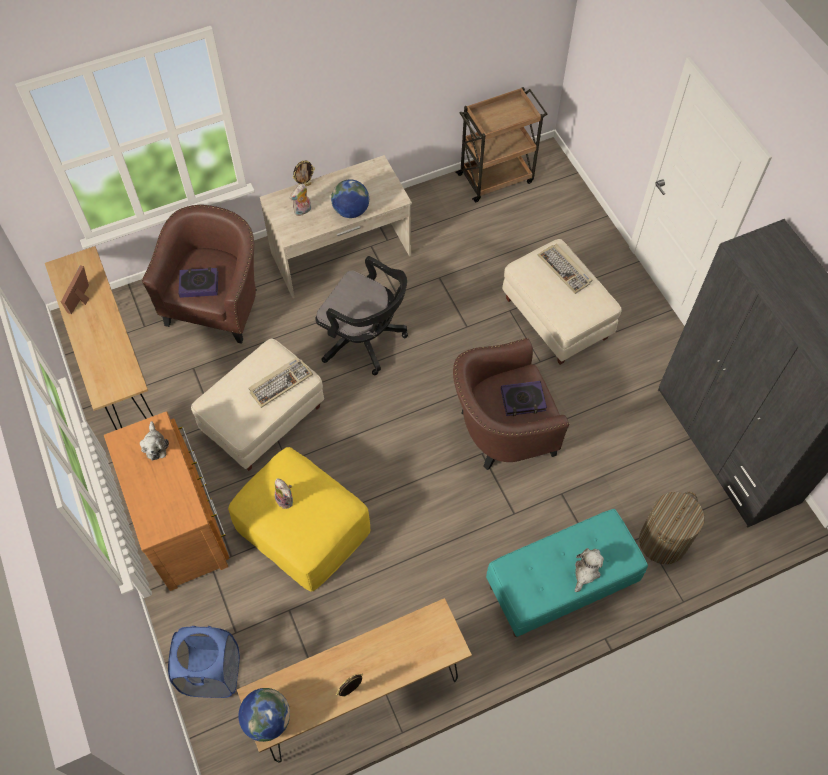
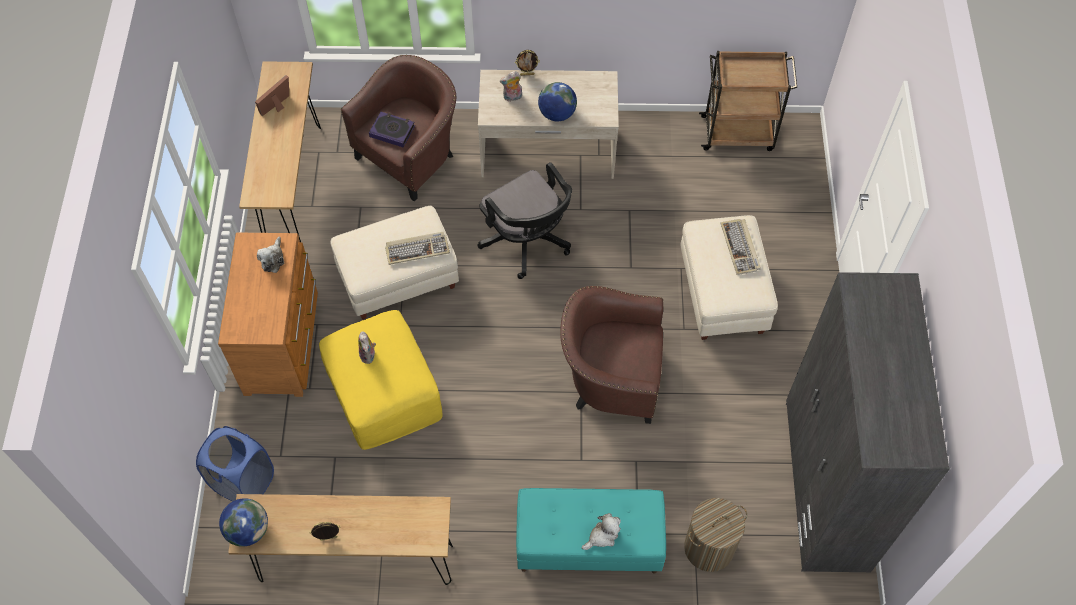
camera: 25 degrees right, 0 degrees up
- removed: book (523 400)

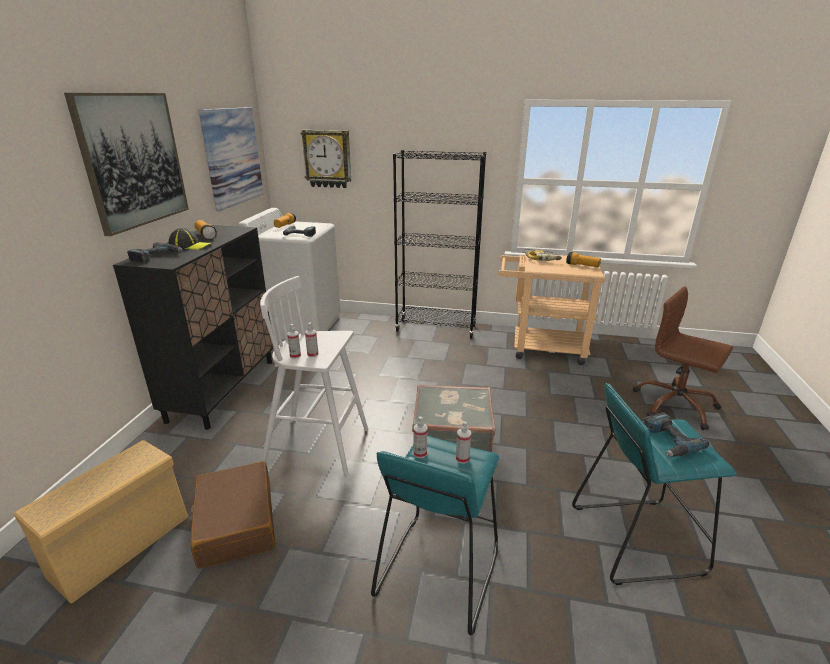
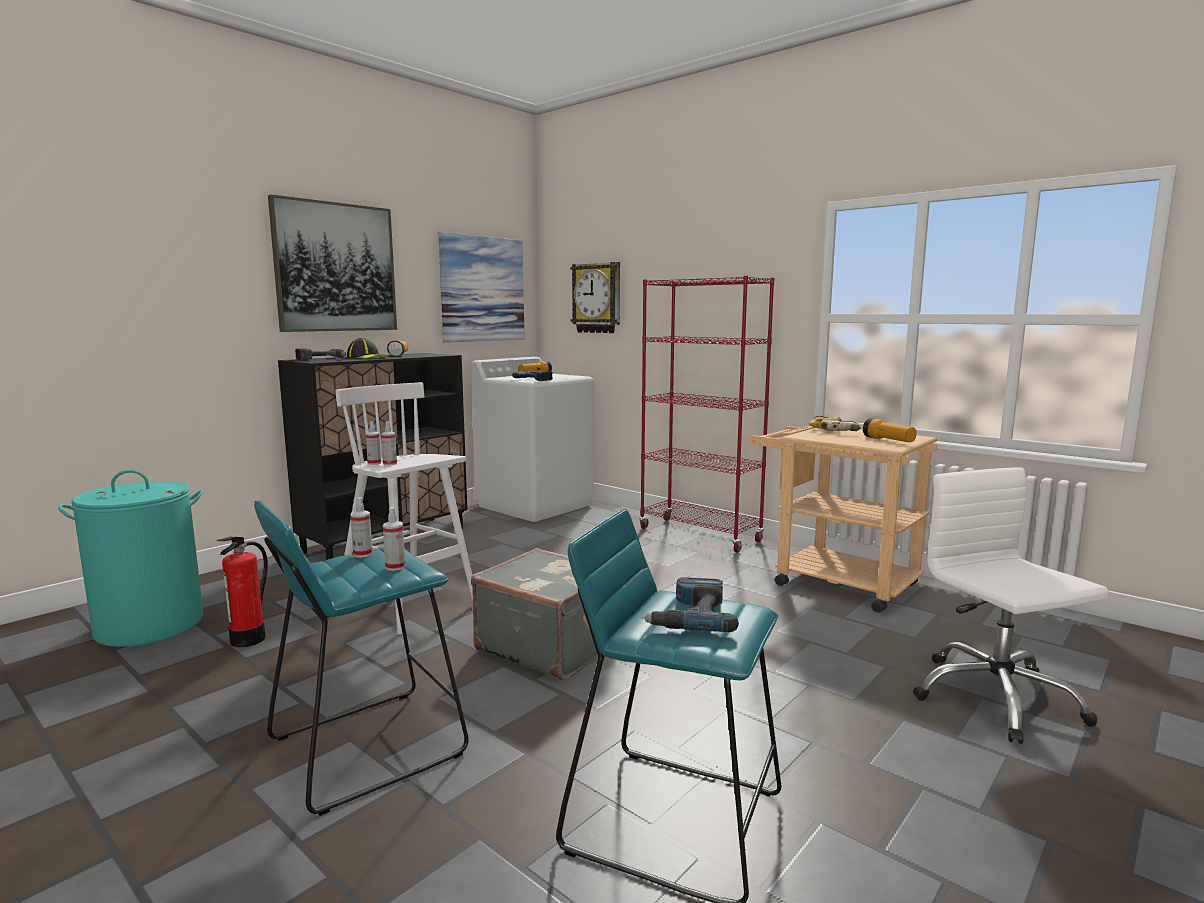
camera: 30 degrees right, 15 degrees down
- recoloured: bookcase in black (436 328) to bookcase in red (700 535)
- recoloured: office chair in brown (674 405) to office chair in white (995 698)
- replaced: storage box in beige (123 544) to laundry basket in turquoise (150 625)
- replaced: suitcase in brown (236 523) to fire extinguisher (248 639)

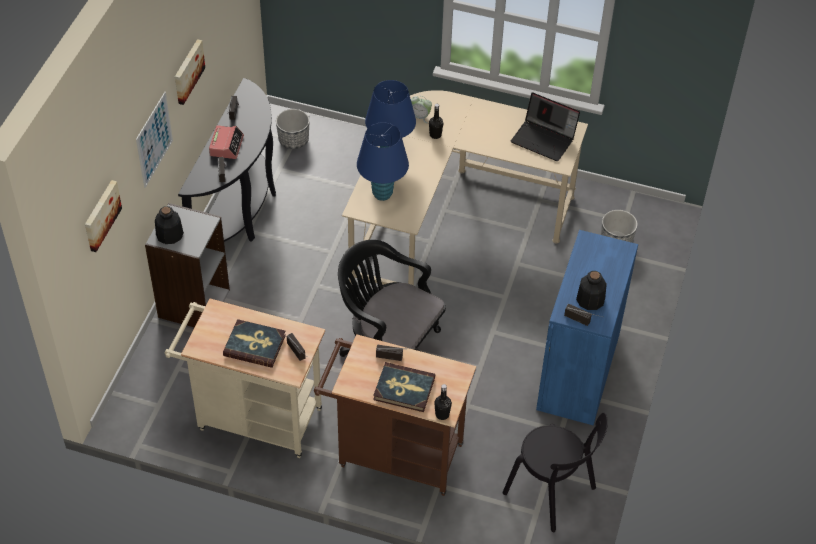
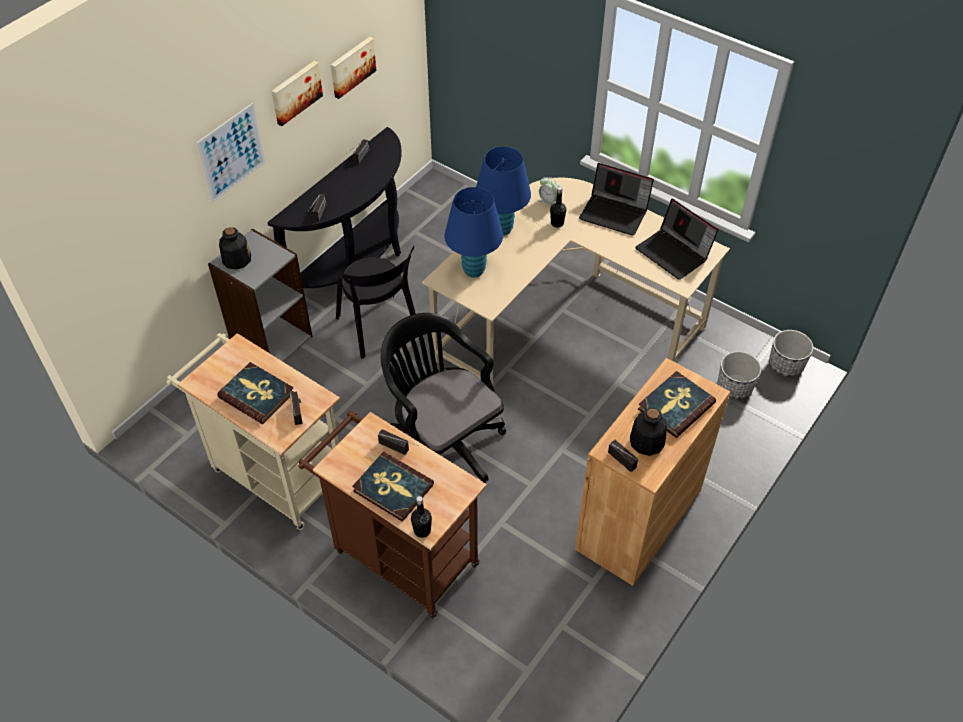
camera: 20 degrees right, 0 degrees up
- moved: planter (293 140) to (785 365)
- removed: alarm clock (226 145)
- moved: picture (101 215) to (351 66)
- recoloured: cabinet in blue (578 372) to cabinet in brown (639 519)
- moved: chair in black (552 493) to (379 328)
- added: laptop (615 213)
- added: book (675 406)

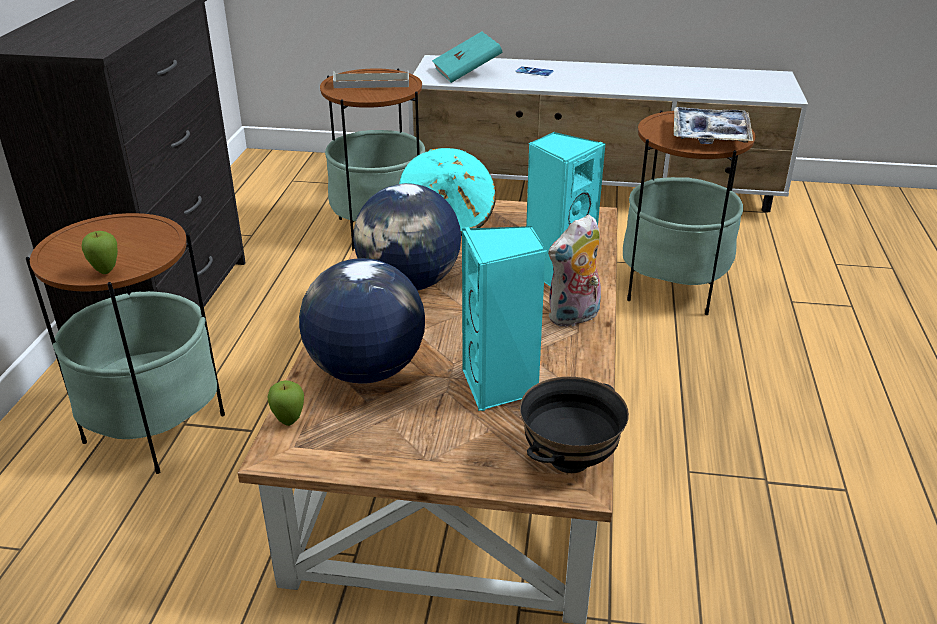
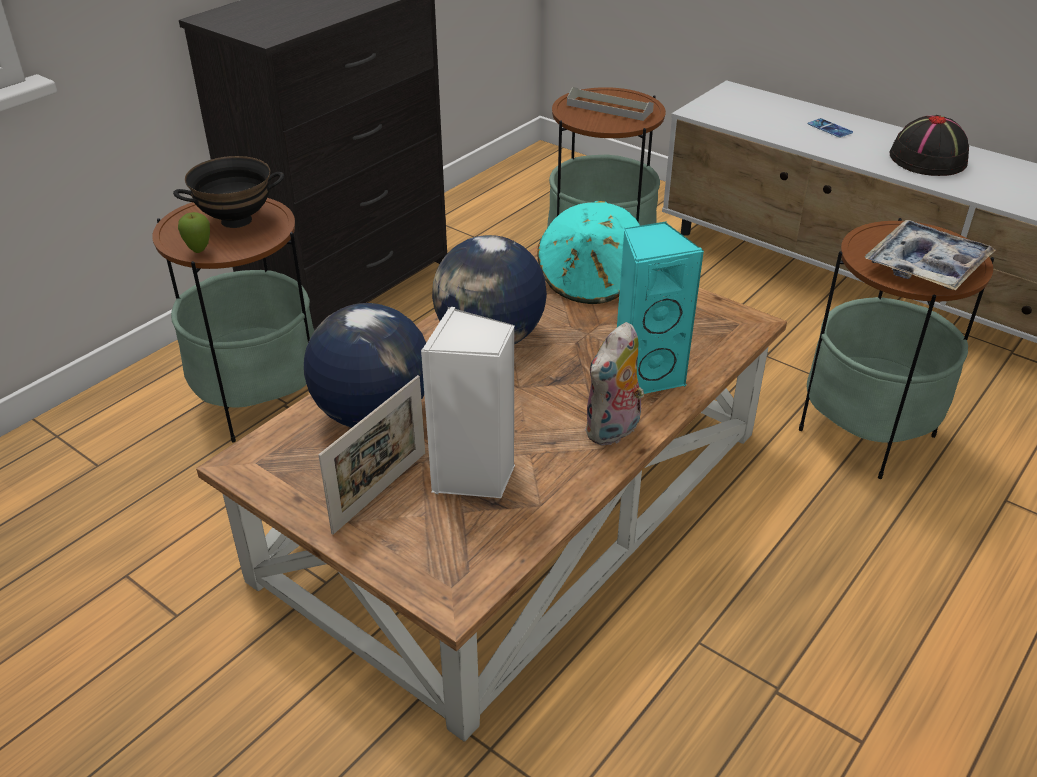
camera: 30 degrees right, 5 degrees up
- removed: book in turquoise (467 73)
- turned: plush toy (574 317) = (614 431) 45 degrees counterclockwise
- recoloured: speaker in turquoise (500 386) to speaker in white (474 476)
- moved: bowl in black (570 460) to (236 221)
- removed: apple (289 421)
- added: hat in black (928 159)
- added: picture frame (380 491)

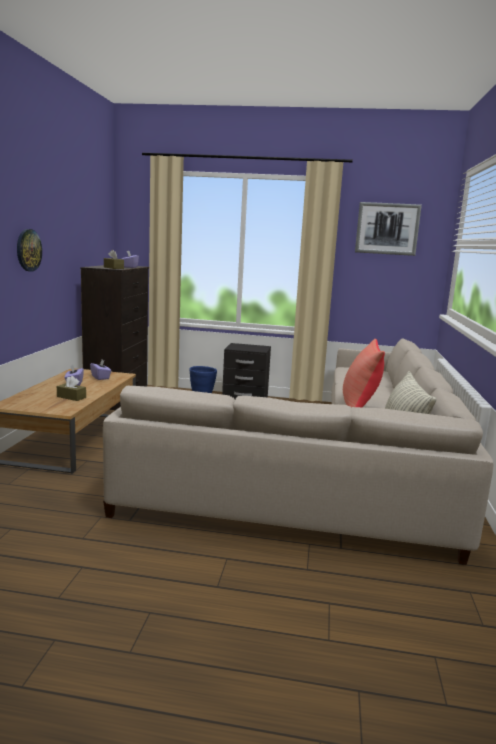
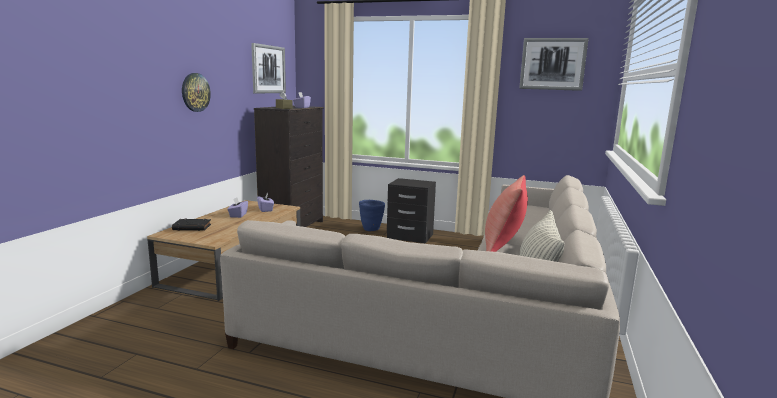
camera: 10 degrees right, 0 degrees up
- removed: tissue box in brown (71 397)
- added: picture (268 69)
- added: book in black (192 227)

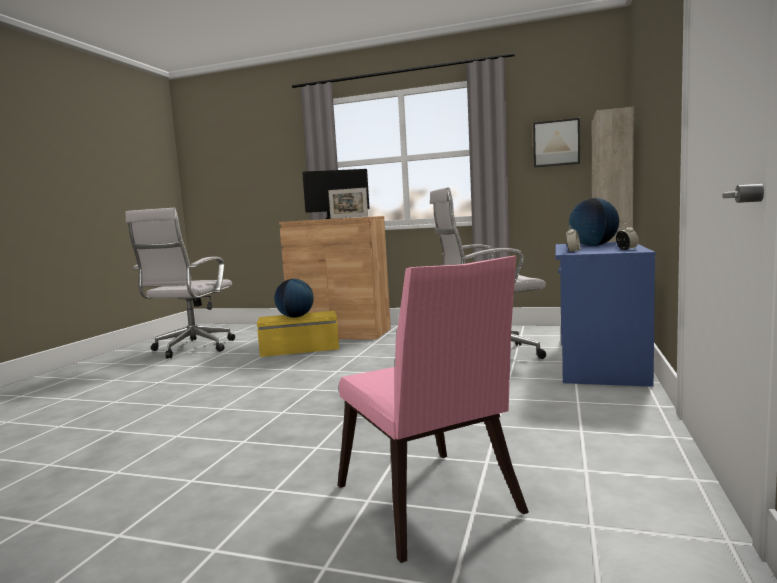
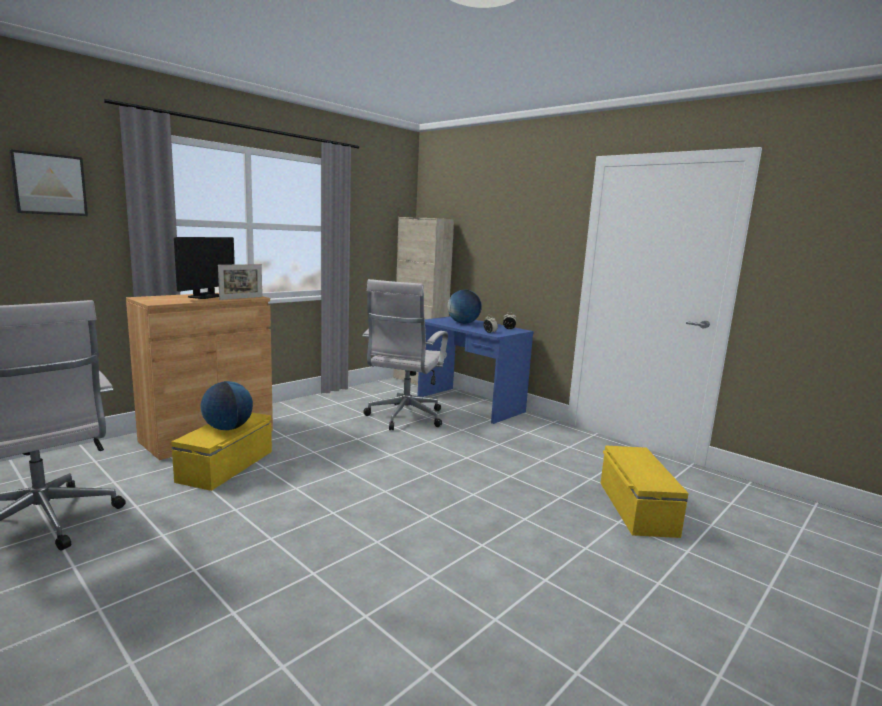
camera: 65 degrees left, 5 degrees up
- moved: picture (556 143) to (49 184)
- replaced: chair in pink (430 506) to storage box in yellow (635 508)

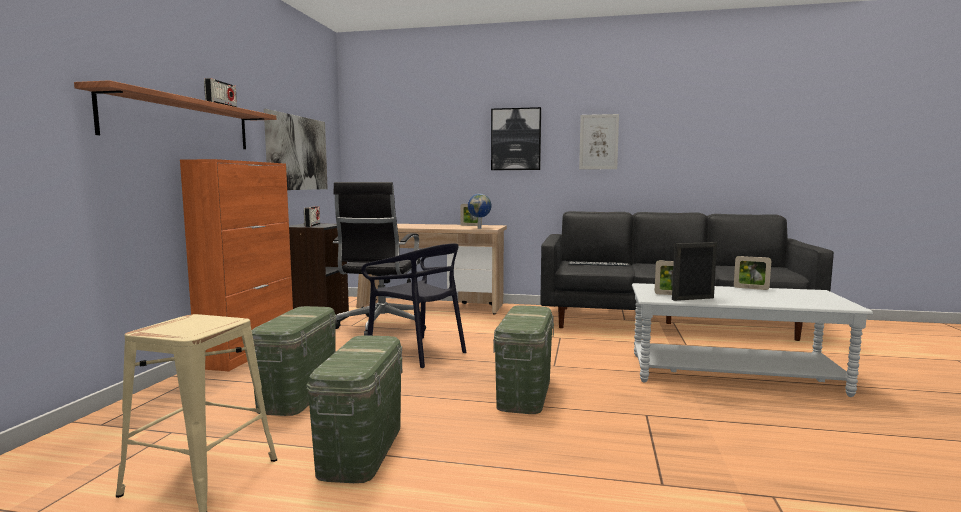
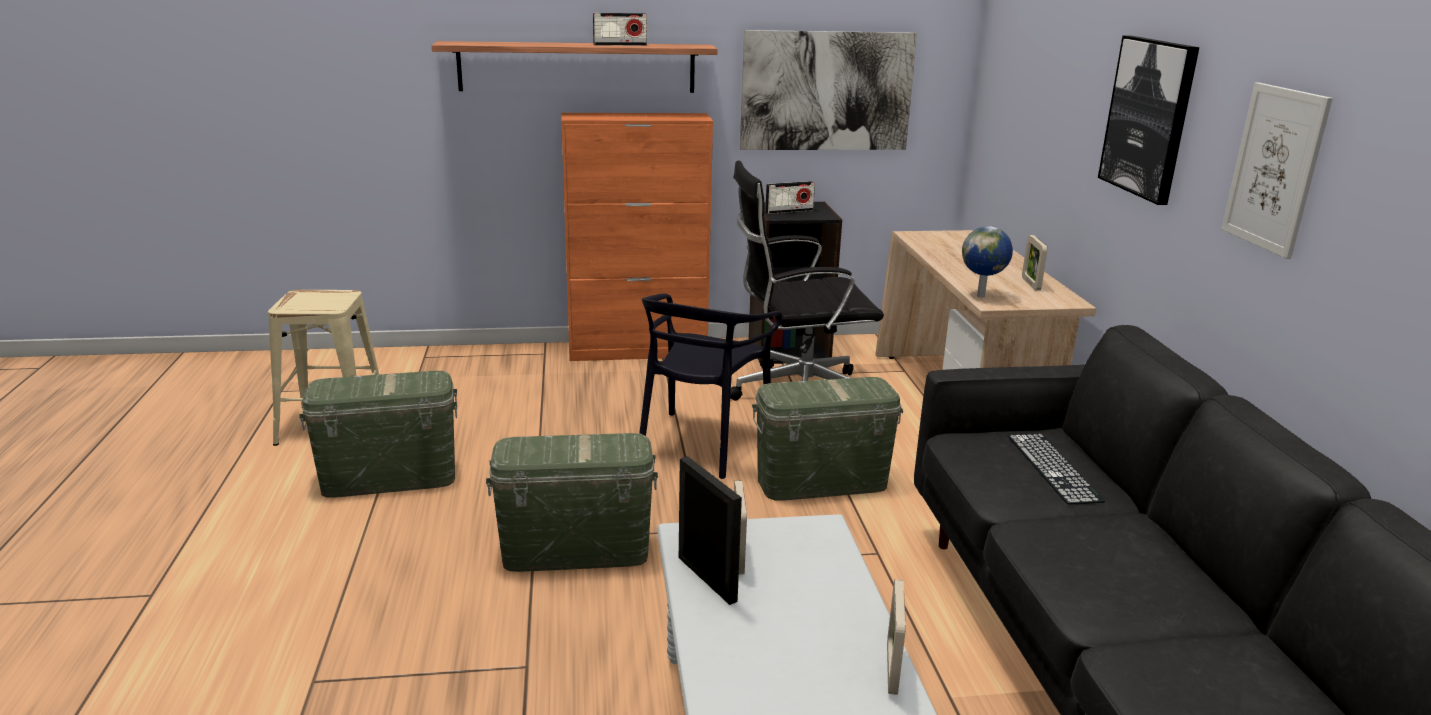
camera: 70 degrees right, 15 degrees up
- moved: storage box in green (298 394) to (822 482)

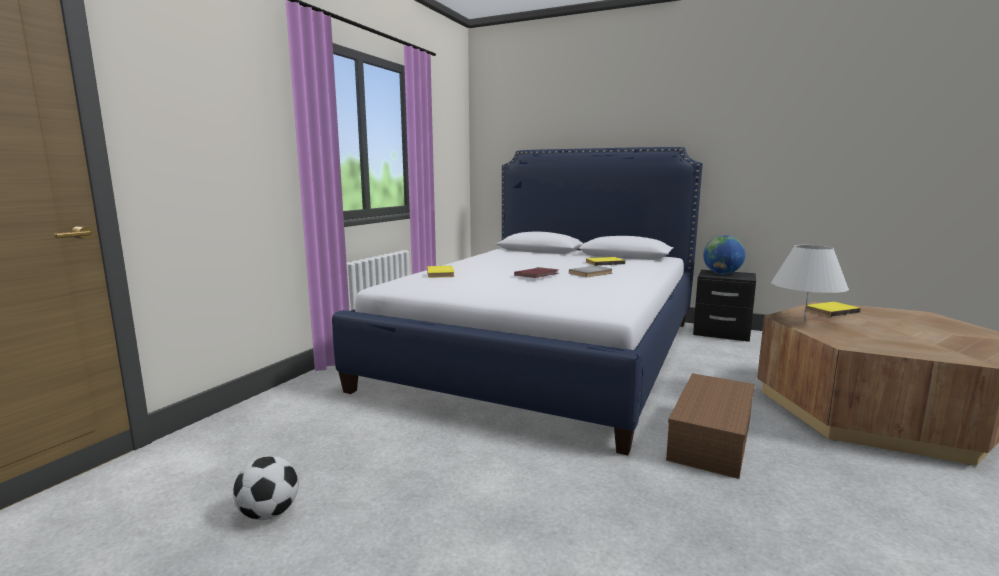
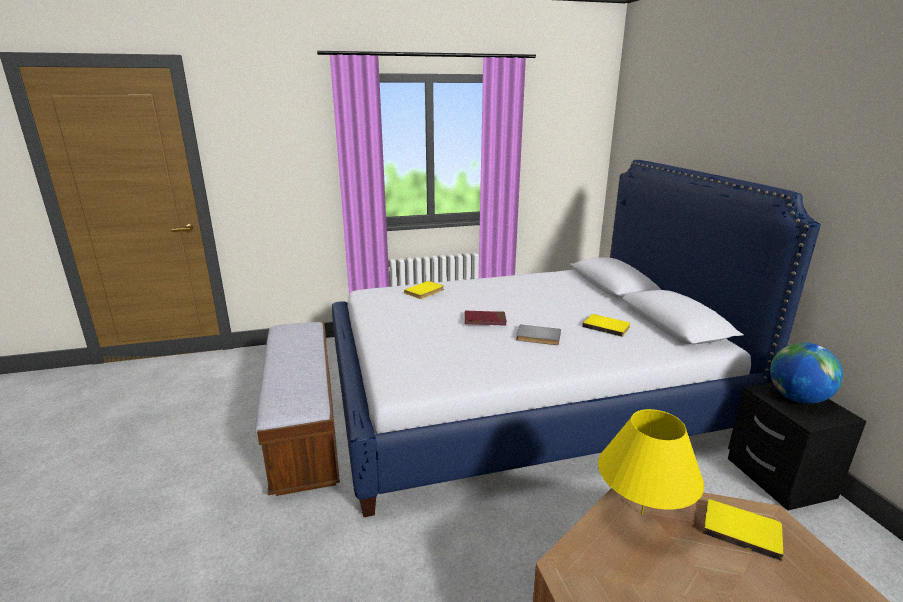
camera: 50 degrees right, 10 degrees up
- recoloured: table lamp in white (804 321) to table lamp in yellow (641 514)
- removed: storage box in brown (709 438)
- removed: football (269 513)
- added: bench (304 428)

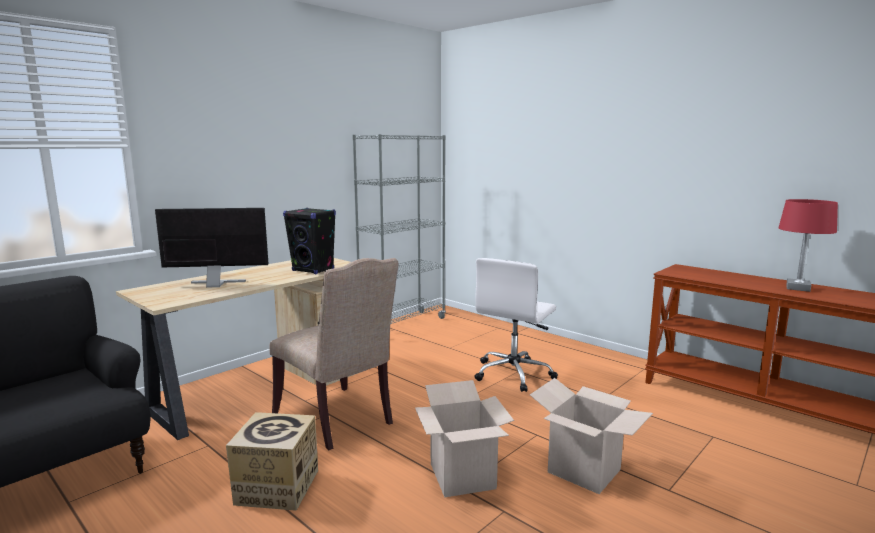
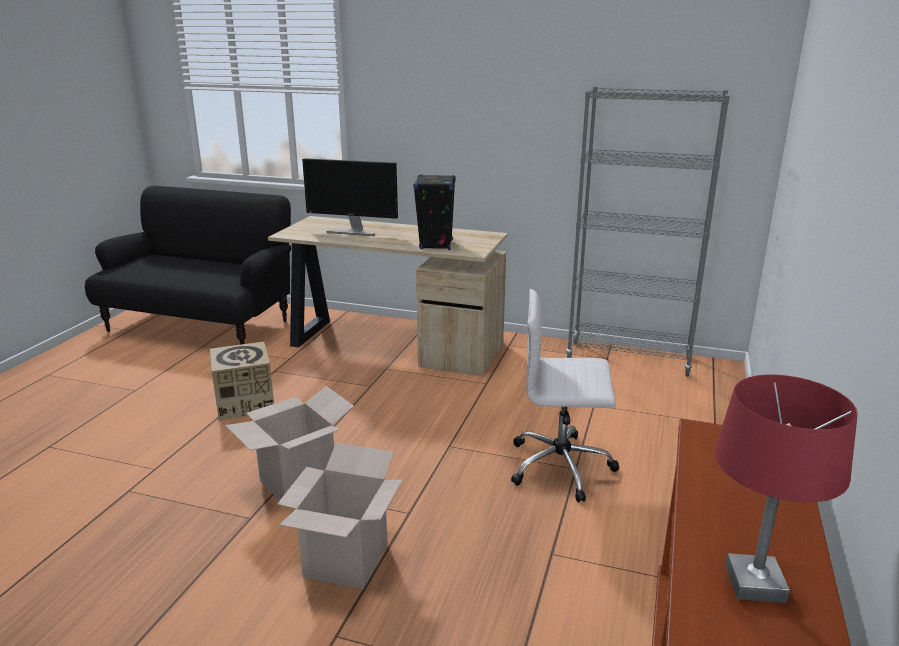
camera: 65 degrees right, 10 degrees up
- turned: monitor (216 284) = (353 231) 135 degrees clockwise
- removed: chair in beige (337 419)

